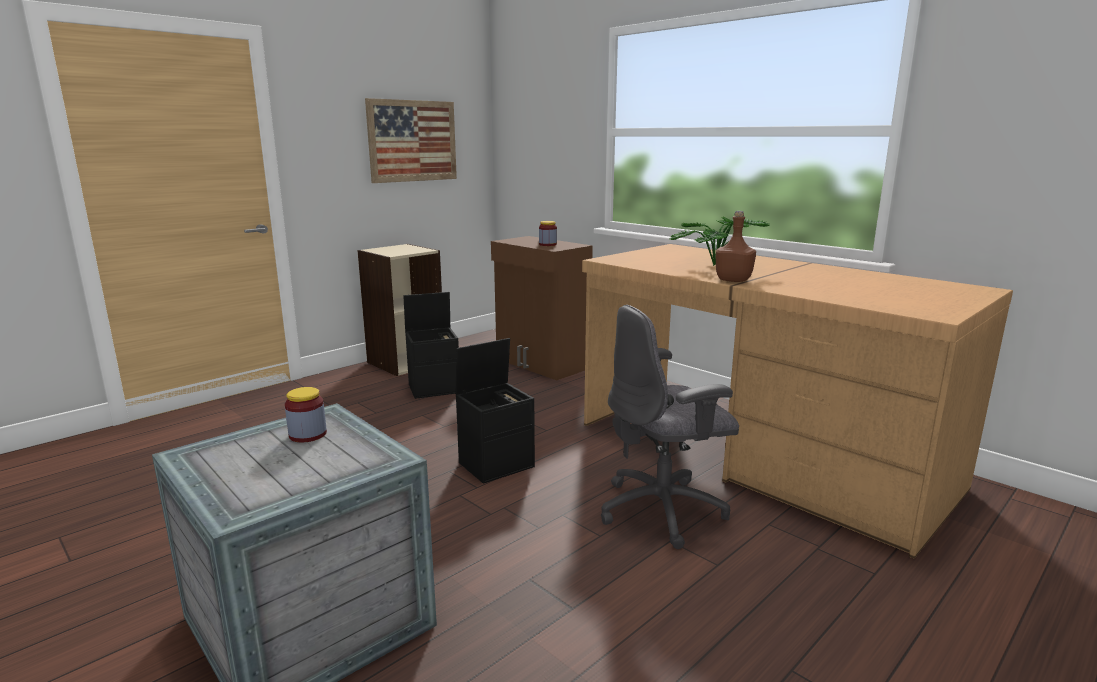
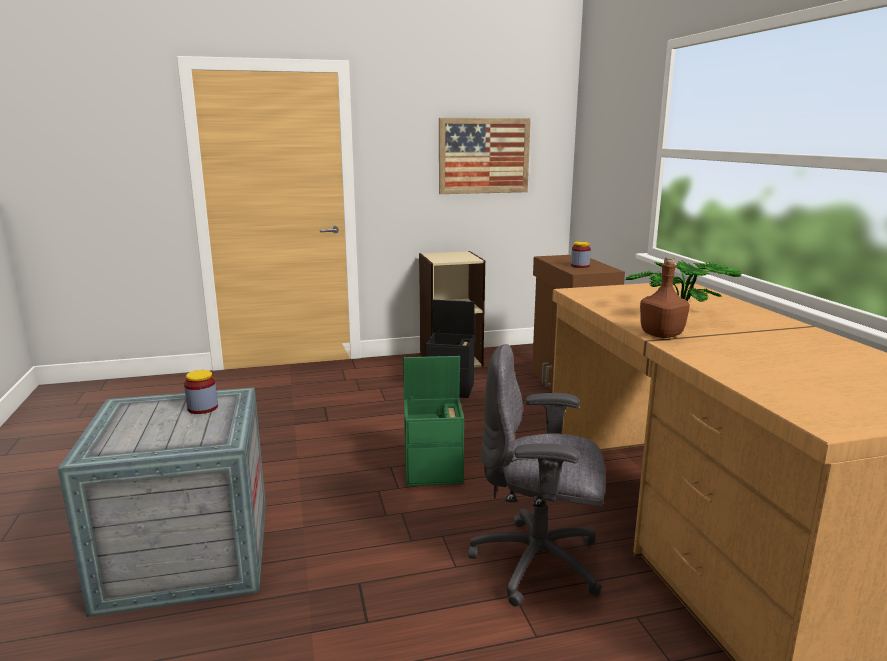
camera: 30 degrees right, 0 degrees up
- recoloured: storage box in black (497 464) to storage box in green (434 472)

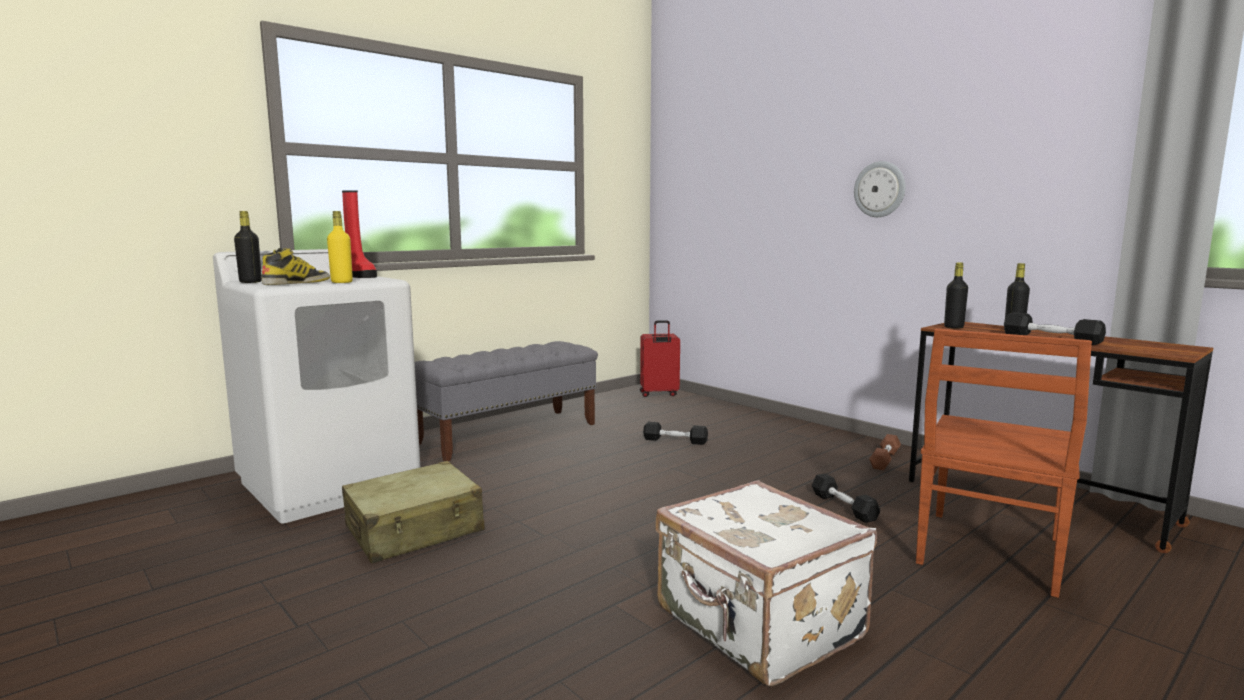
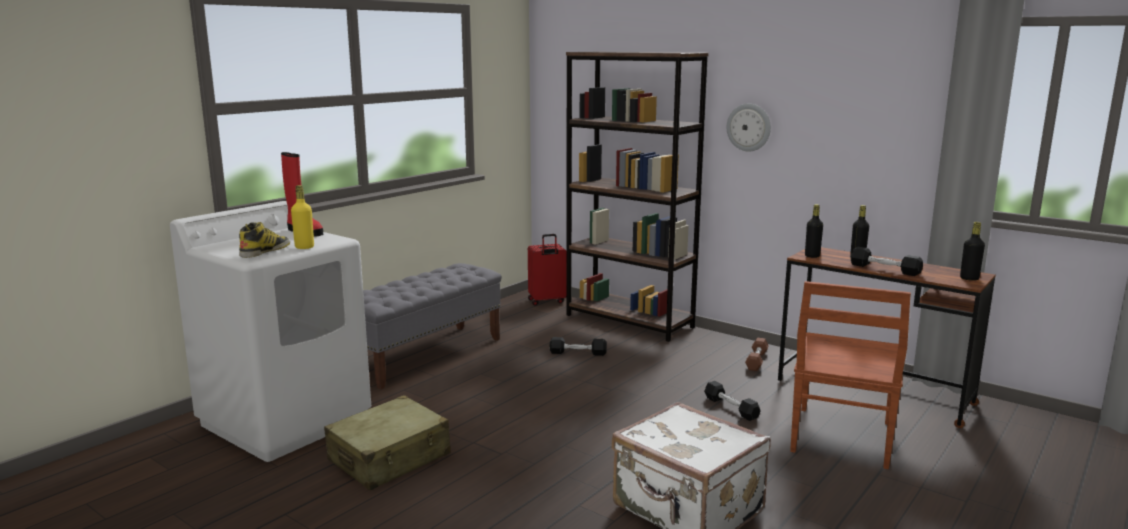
camera: 10 degrees left, 5 degrees up
- moved: bottle in black (250 282) to (969 278)
- added: bookcase in brown (629 321)

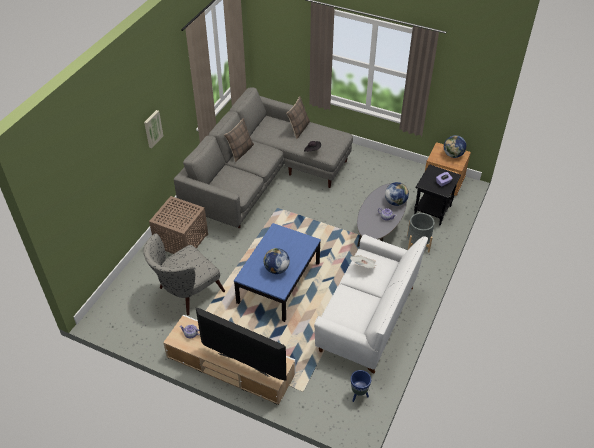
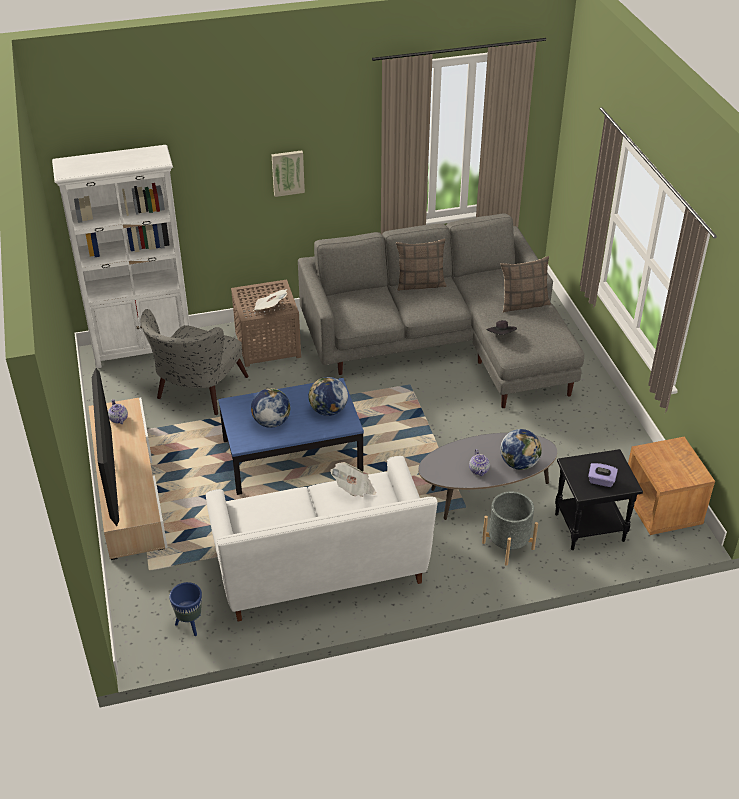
camera: 50 degrees right, 5 degrees down
- moved: globe (453 155) to (328 411)
- turned: armchair in grey (186 293) = (197 393) 75 degrees counterclockwise
- added: bookcase in white (144 349)
- added: newspaper (270 308)

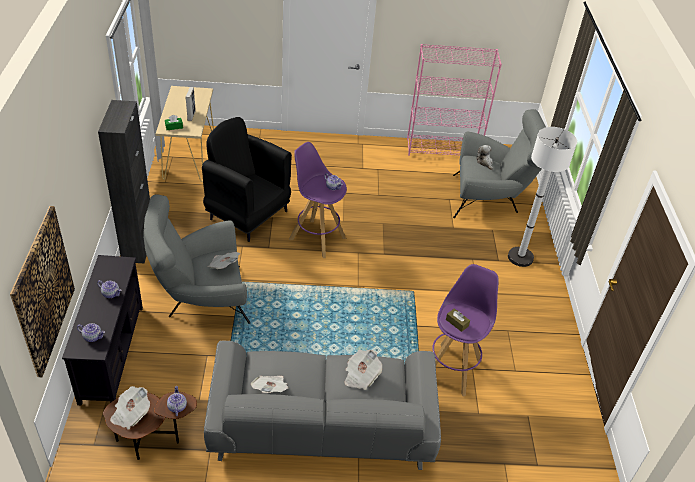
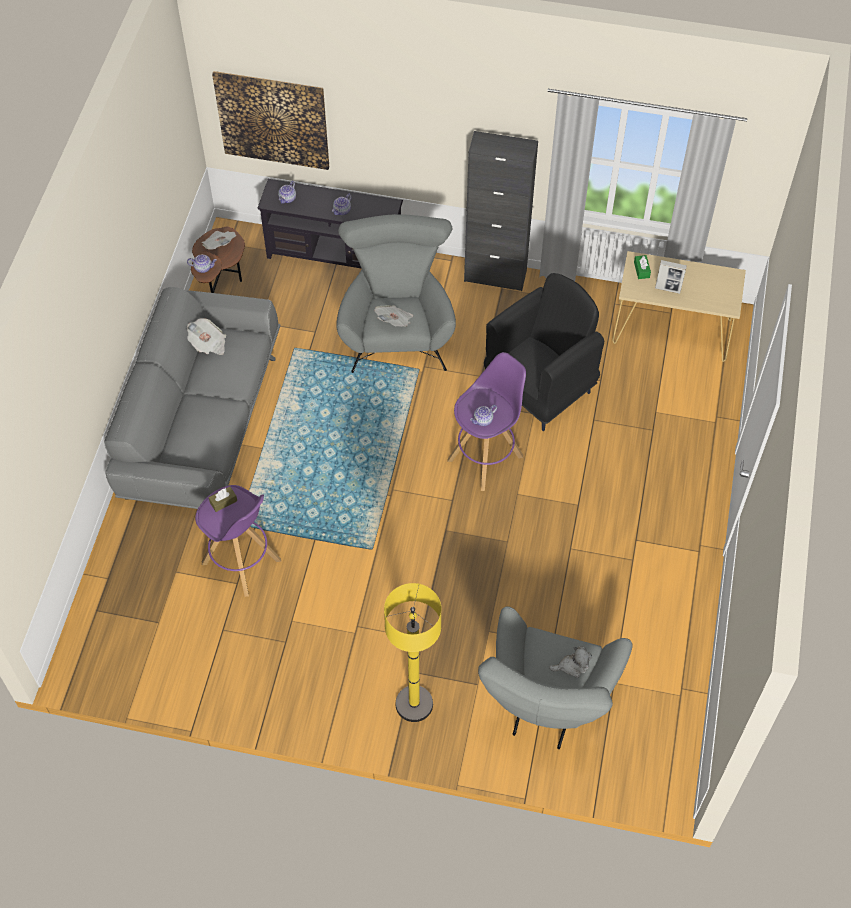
camera: 105 degrees right, 15 degrees up
- removed: bookcase in pink (443 149)
- recoloured: floor lamp in white (520 257) to floor lamp in yellow (414 704)
- removed: newspaper (361 376)

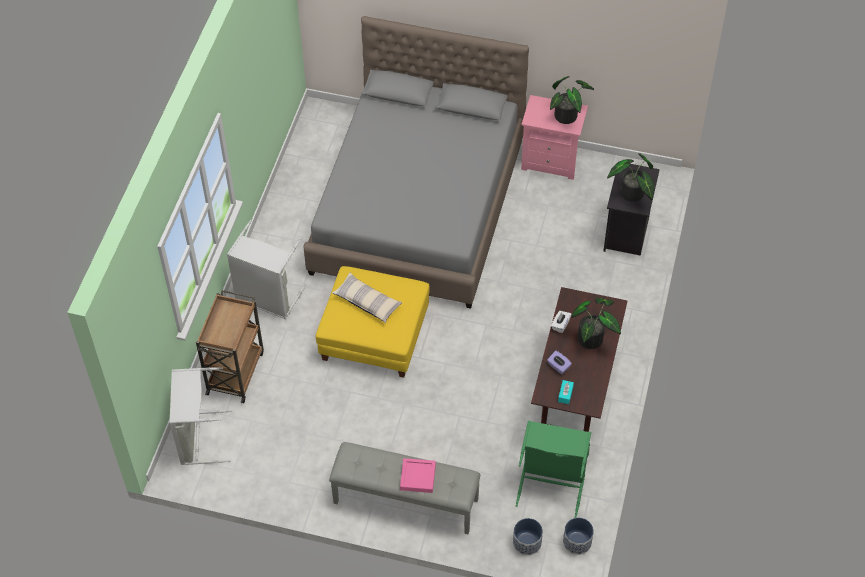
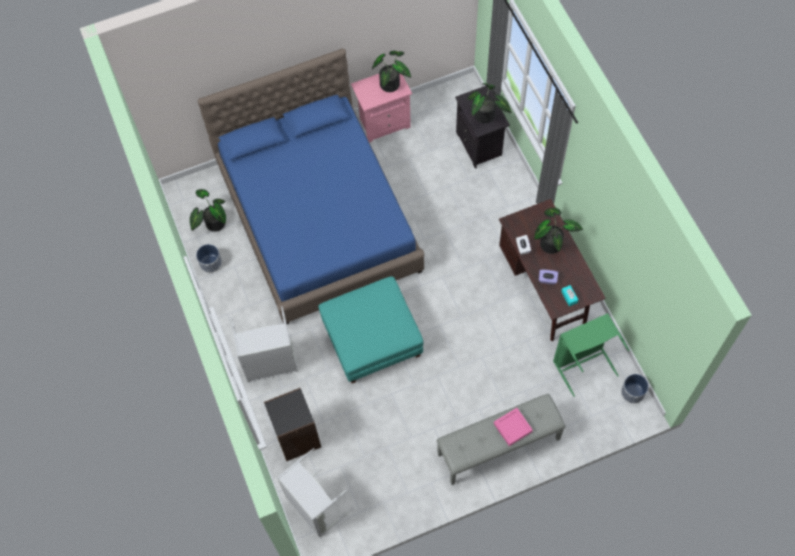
camera: 35 degrees left, 10 degrees up
- recoloured: bed in grey (418 206) to bed in blue (319 218)
- recoloured: ottoman in yellow (375 334) to ottoman in turquoise (372 338)
- removed: pillow (367 302)
- replaced: cart in brown (235 372) to bookcase in black (296 437)
- moved: planter (527 543) to (211 263)
- added: potted plant (213 223)

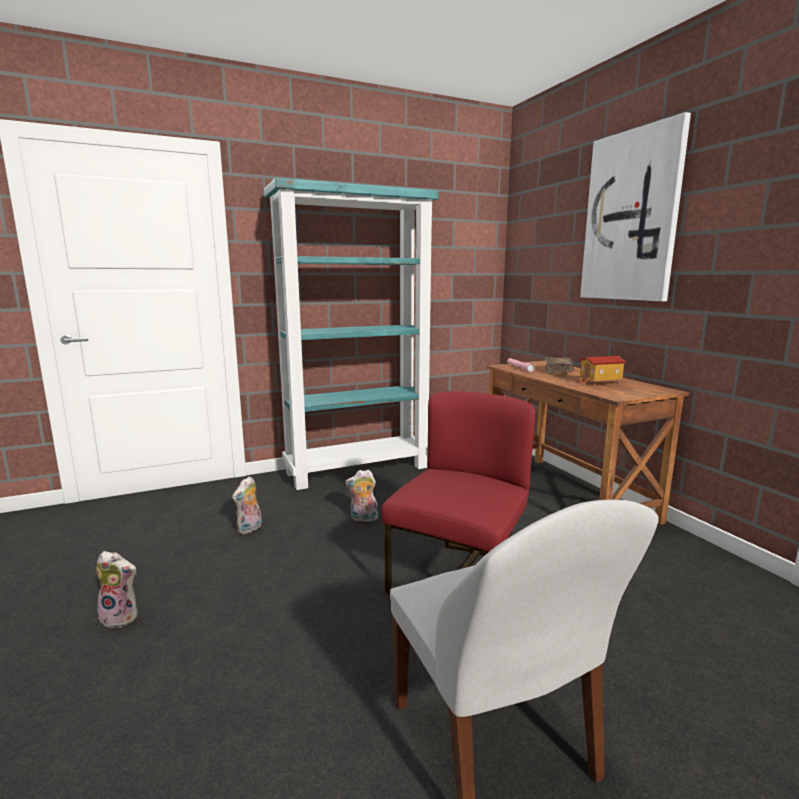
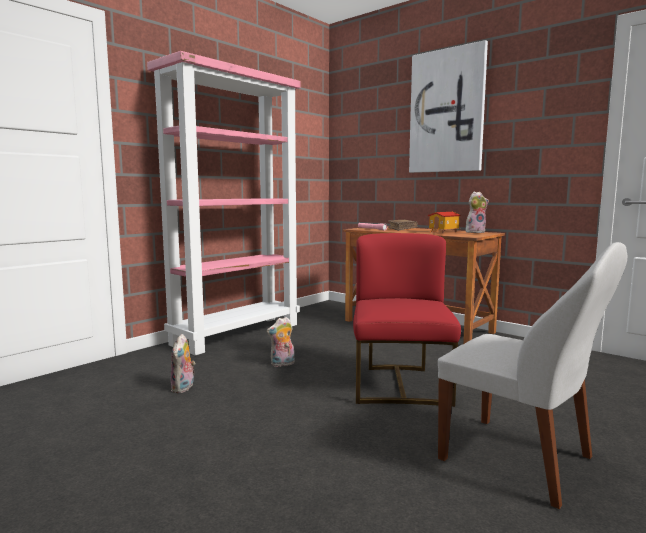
camera: 25 degrees left, 5 degrees down
- recoloured: bookcase in turquoise (358 469) to bookcase in pink (237 334)
- moved: plush toy (122 616) to (475 232)

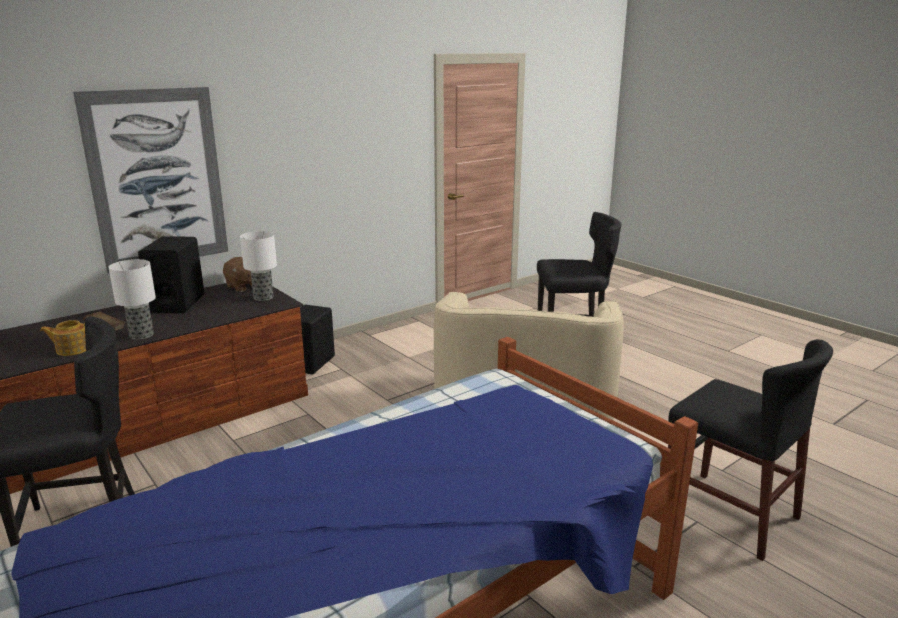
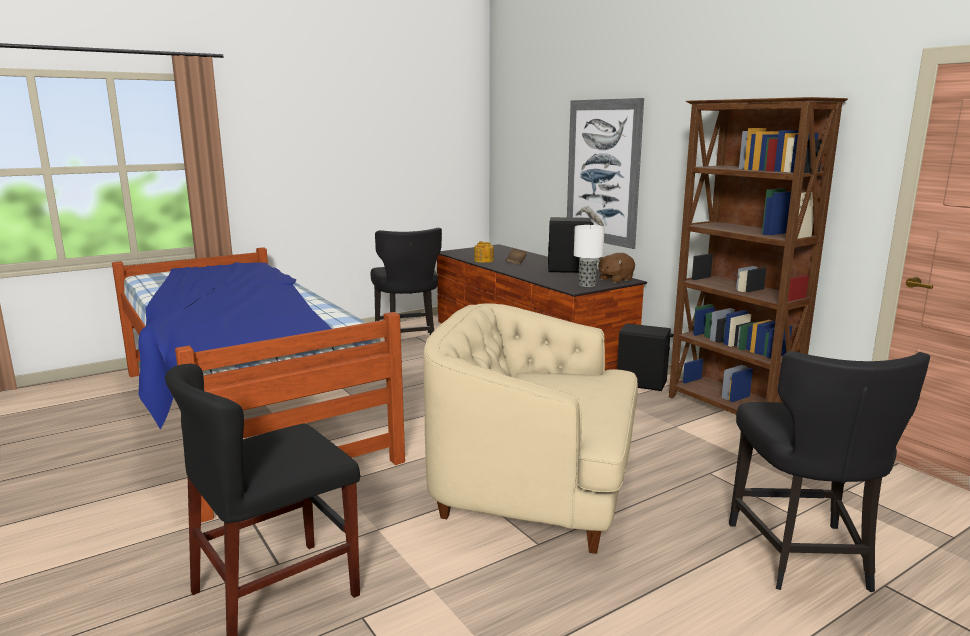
camera: 95 degrees right, 5 degrees down
- removed: table lamp (142 335)
- added: bookcase in brown (730 411)

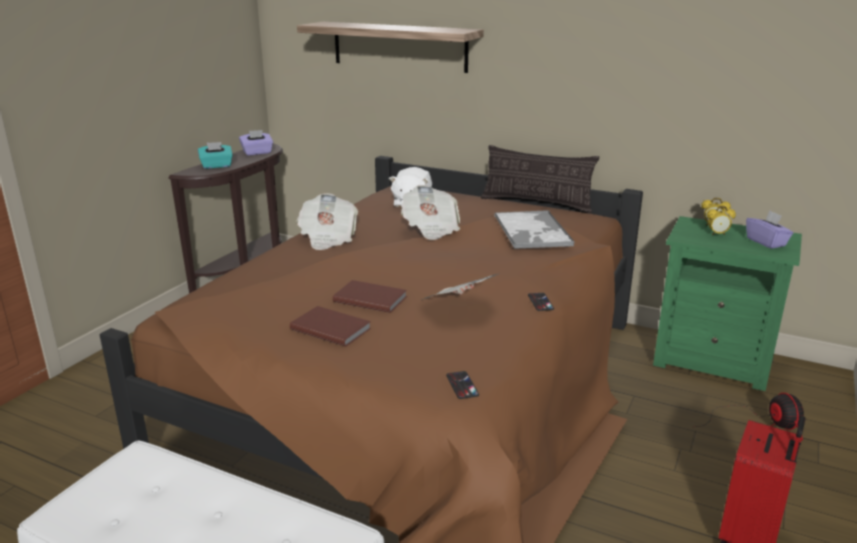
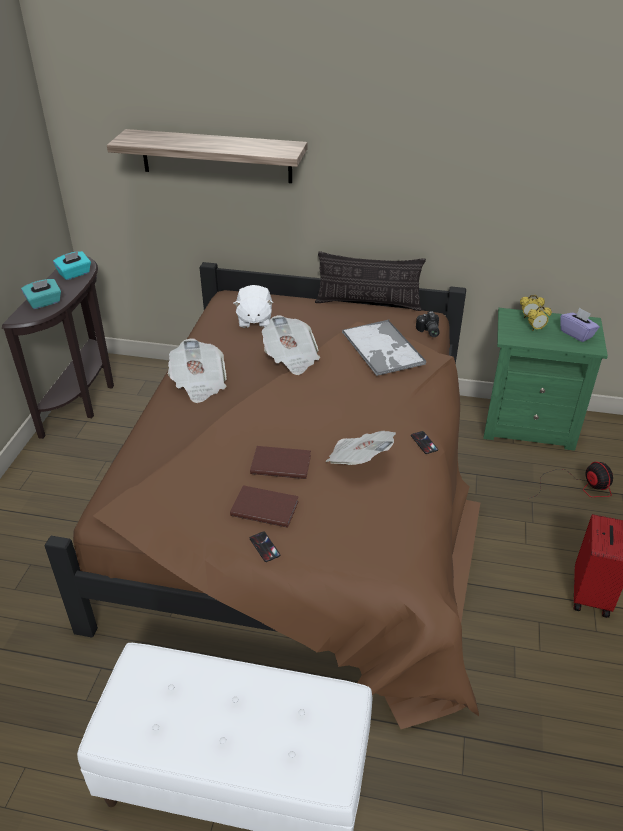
camera: 15 degrees left, 15 degrees up
- recoloured: tissue box in purple (257 153) to tissue box in turquoise (75 274)
- moved: phone (462 385) to (264 547)
- added: photo camera (428 331)

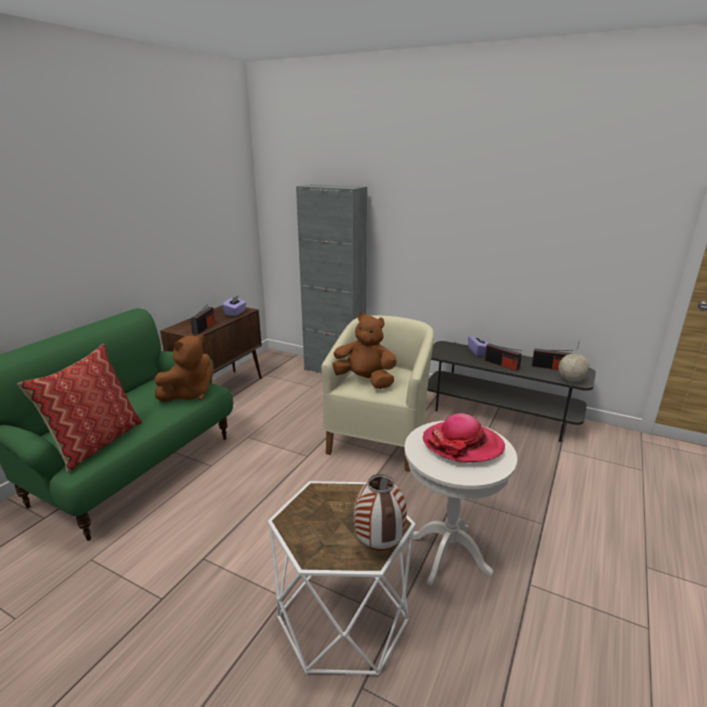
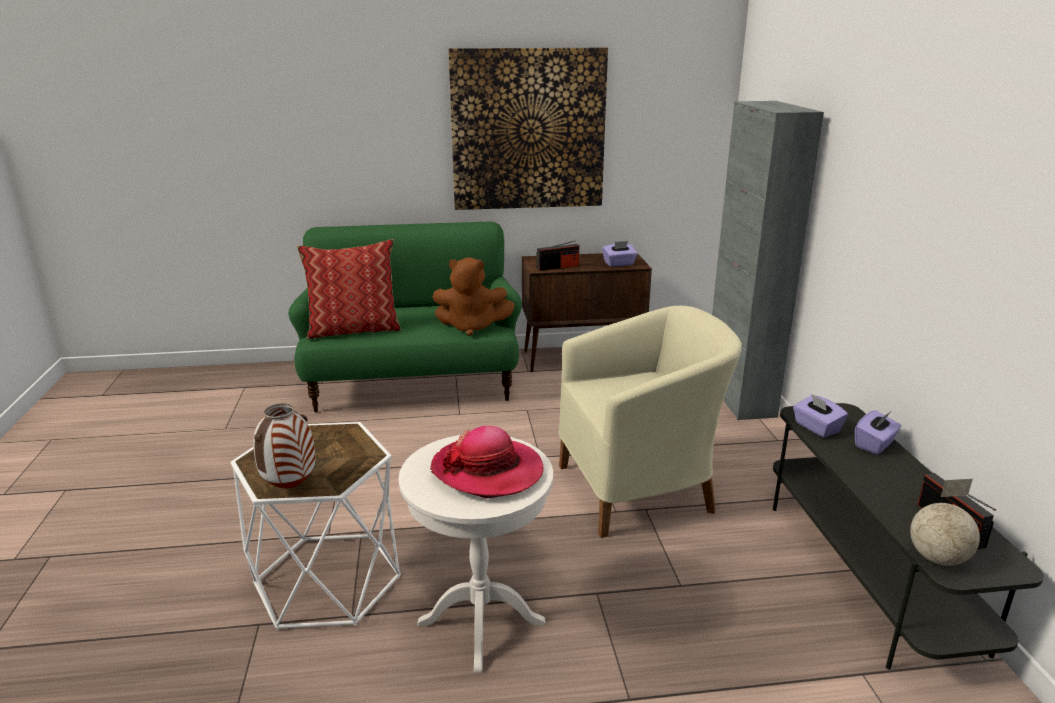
camera: 55 degrees right, 0 degrees up
- removed: plush toy in brown (364 381)
- removed: radio (501 364)
- added: picture (528 130)
- added: tissue box in purple (816 428)

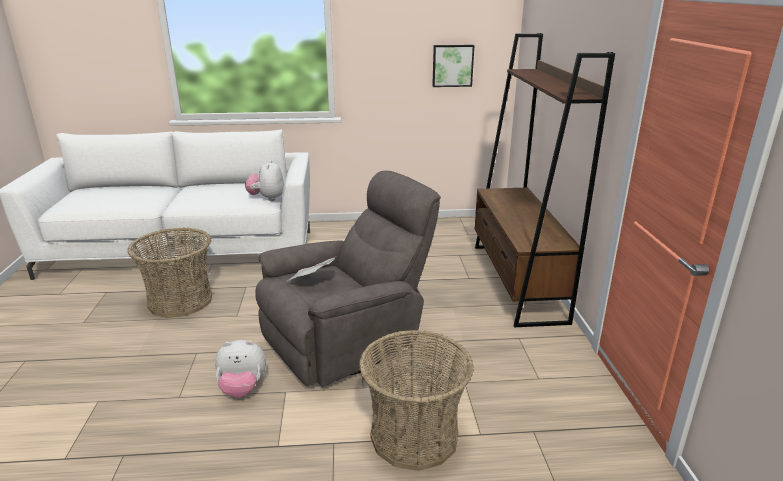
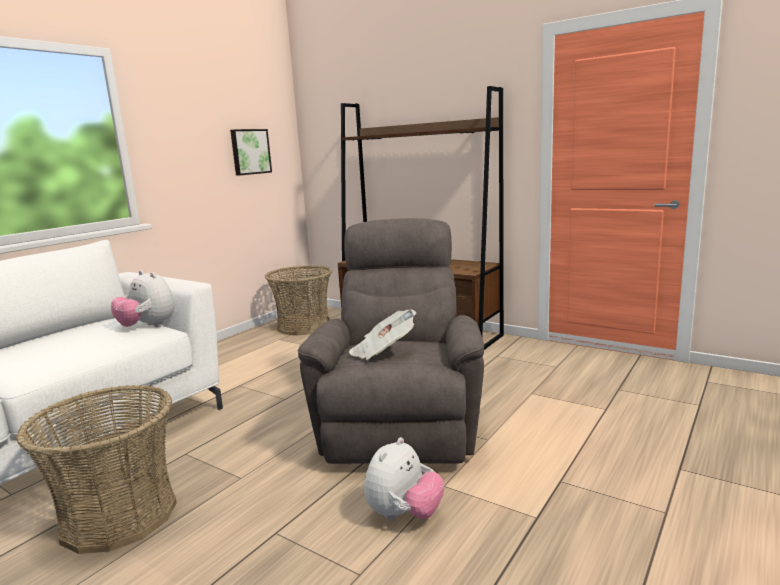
camera: 50 degrees left, 10 degrees down
- moved: basket (414 436) to (304 326)

